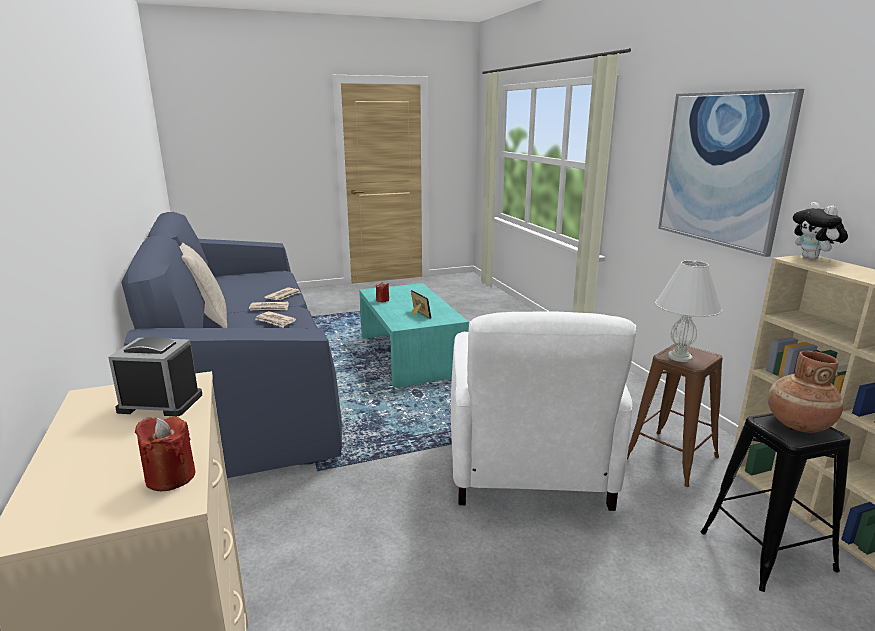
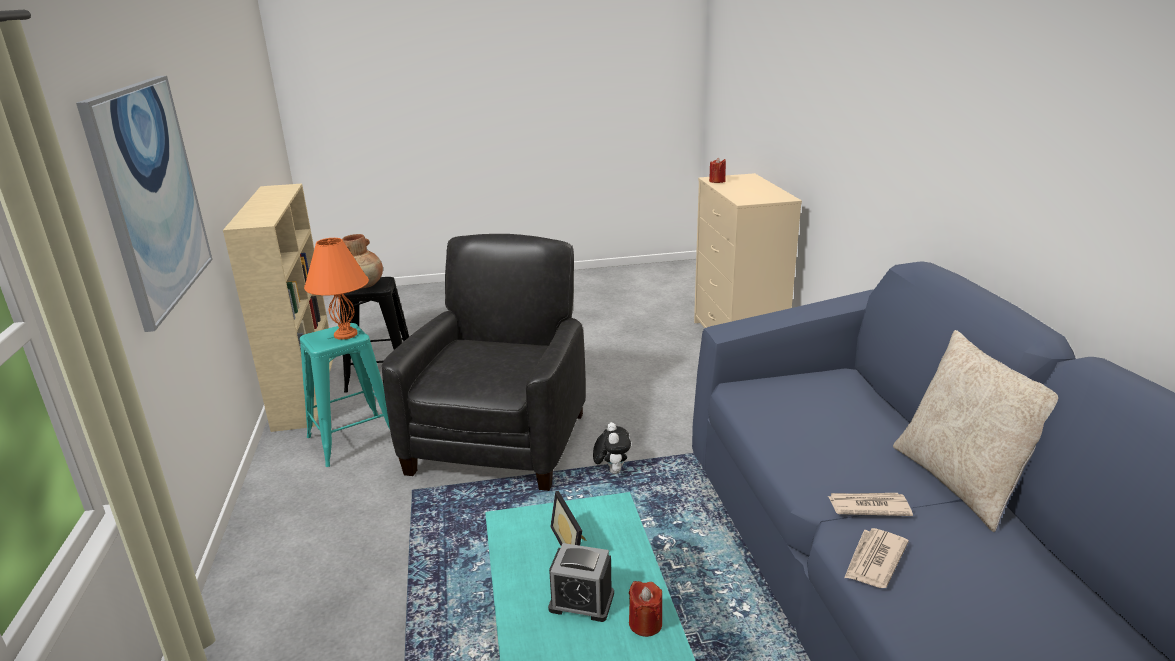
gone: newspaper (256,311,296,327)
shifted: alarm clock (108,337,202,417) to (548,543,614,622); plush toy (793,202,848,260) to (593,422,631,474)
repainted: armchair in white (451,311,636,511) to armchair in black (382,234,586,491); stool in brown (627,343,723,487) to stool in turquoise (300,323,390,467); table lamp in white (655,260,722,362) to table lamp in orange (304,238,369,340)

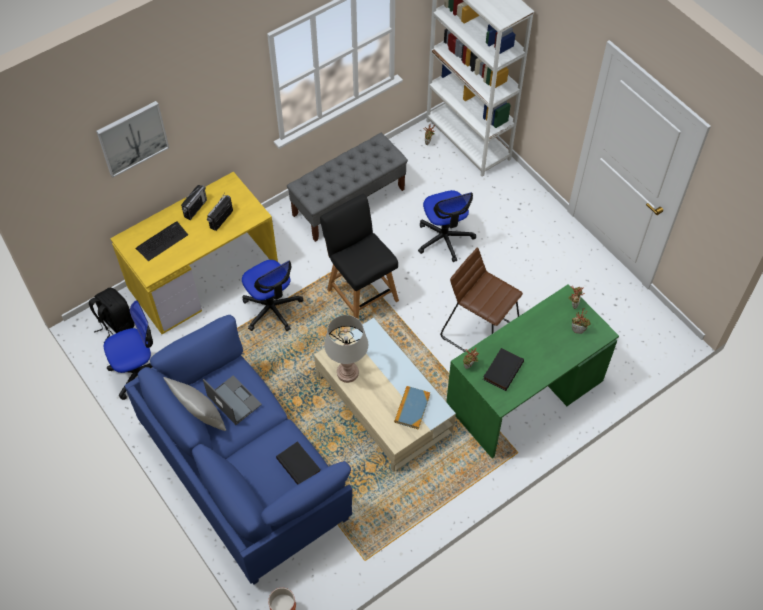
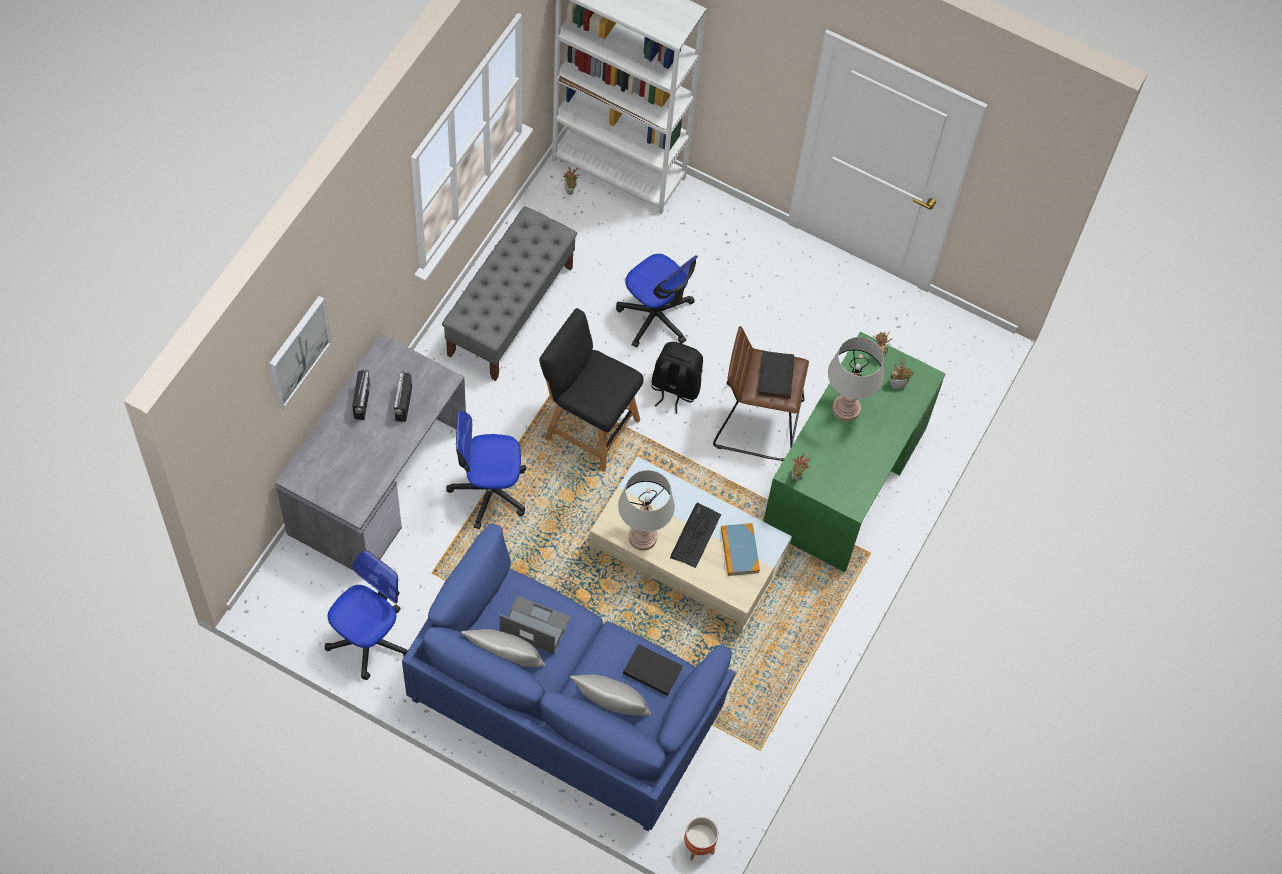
new: pillow in grey (570,675,651,716); table lamp in grey (828,337,884,422)
shifted: backpack in black (89,288,135,342) to (651,342,703,414); keyboard (135,222,188,261) to (670,502,721,568); book in black (483,348,524,391) to (759,351,794,399)
repainted: desk in yellow (110,172,278,334) to desk in grey (275,334,466,571)
rotated: office chair (242,260,304,331) = (446,411,526,529) 150 degrees clockwise

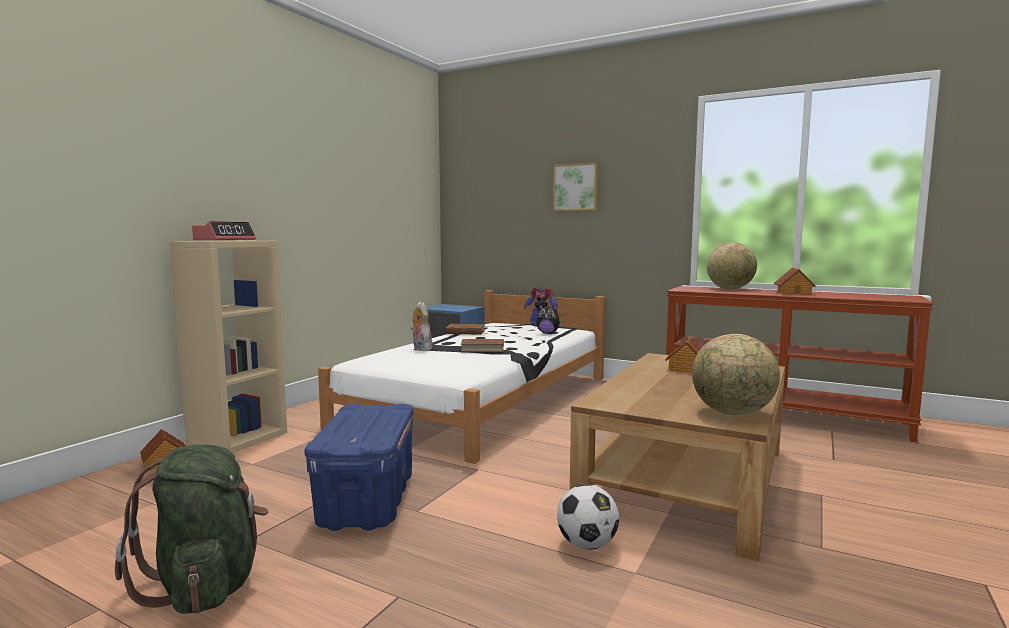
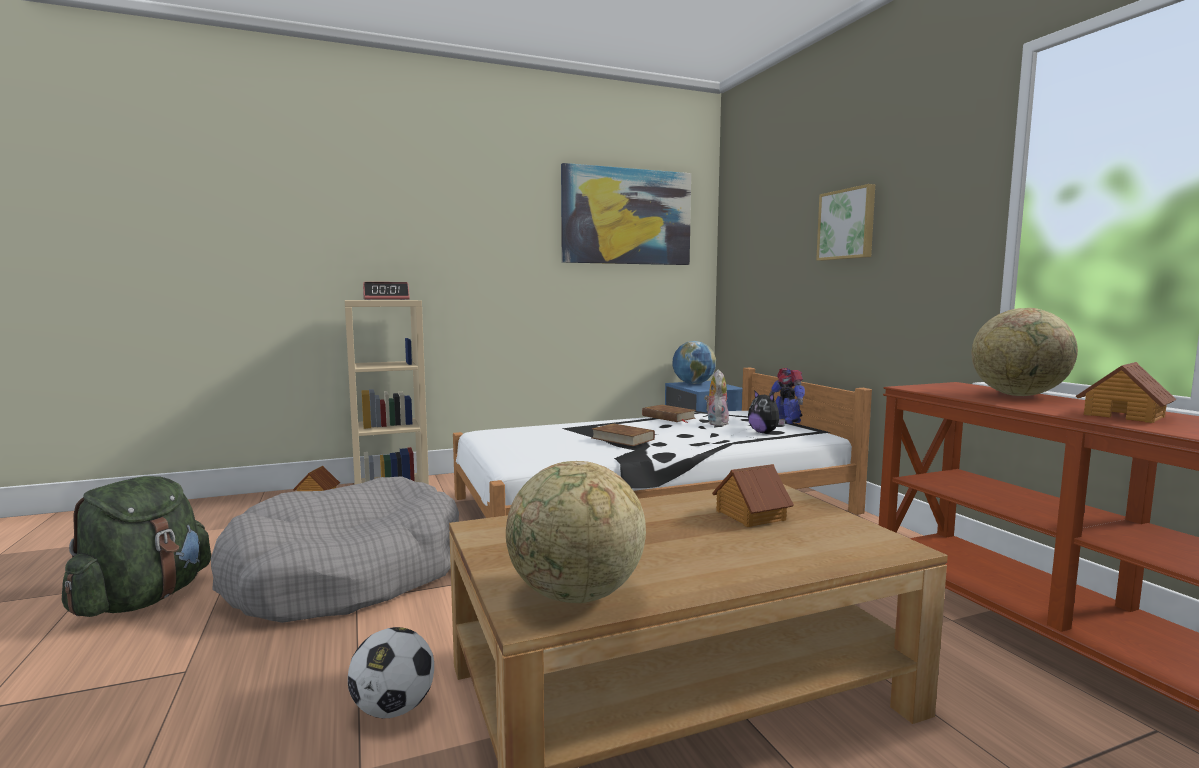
new: picture (561,163,691,265); globe (673,341,716,384)
shifted: plush toy (410,302,432,351) to (704,369,729,426)
swapped: storage box in blue (305,404,414,531) to dog bed in grey (211,476,459,623)

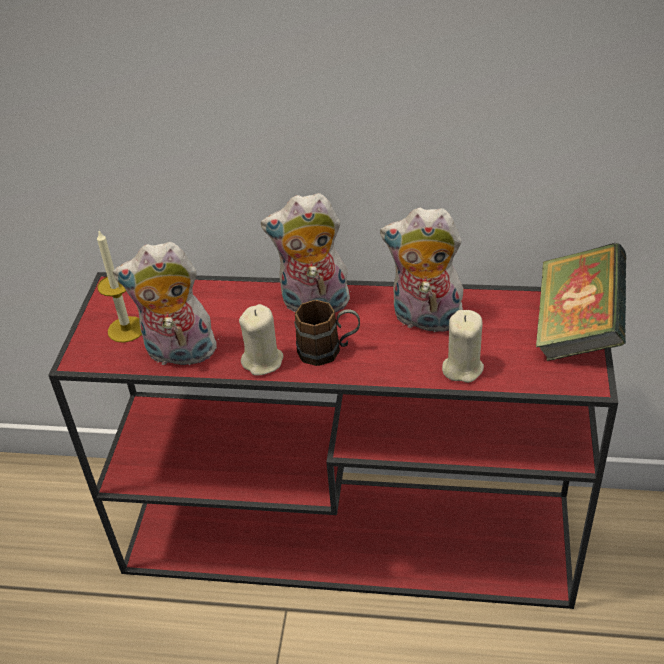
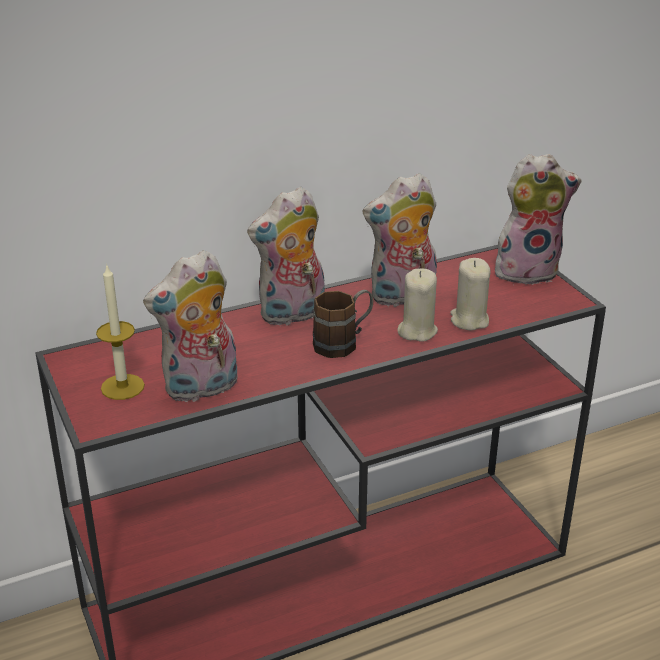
shifted: candle in beige (239,304,283,376) to (398,269,438,342)
swapped: book (536,243,626,361) to plush toy (495,154,582,285)

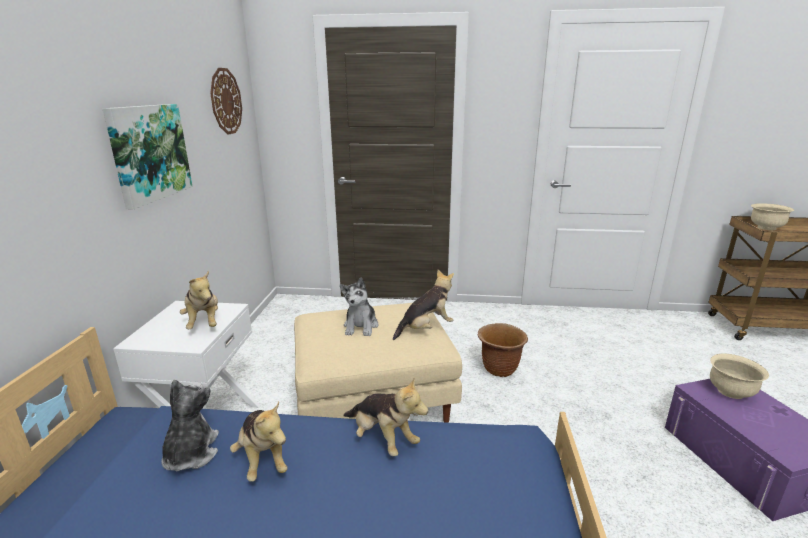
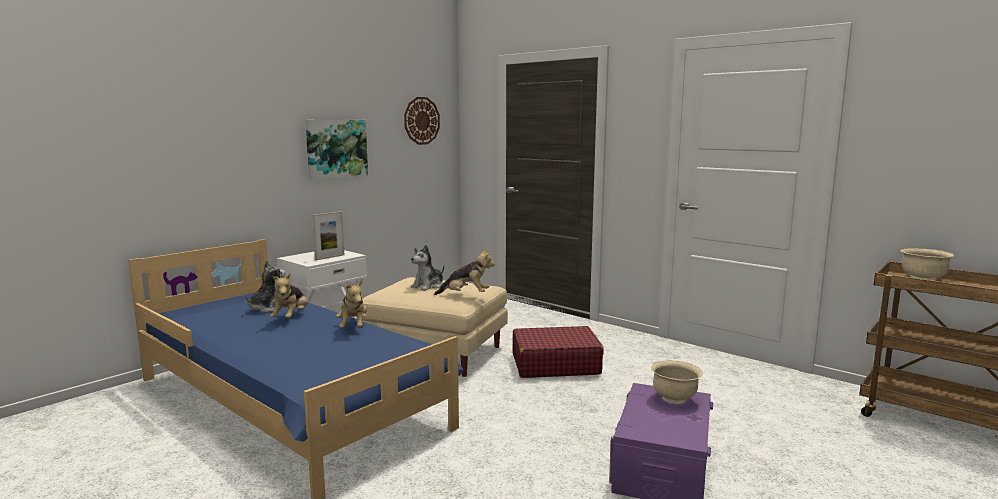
swapped: plush toy (180,271,218,329) to picture frame (312,212,344,260); planter in brown (478,323,528,377) to suitcase in red (513,326,604,378)

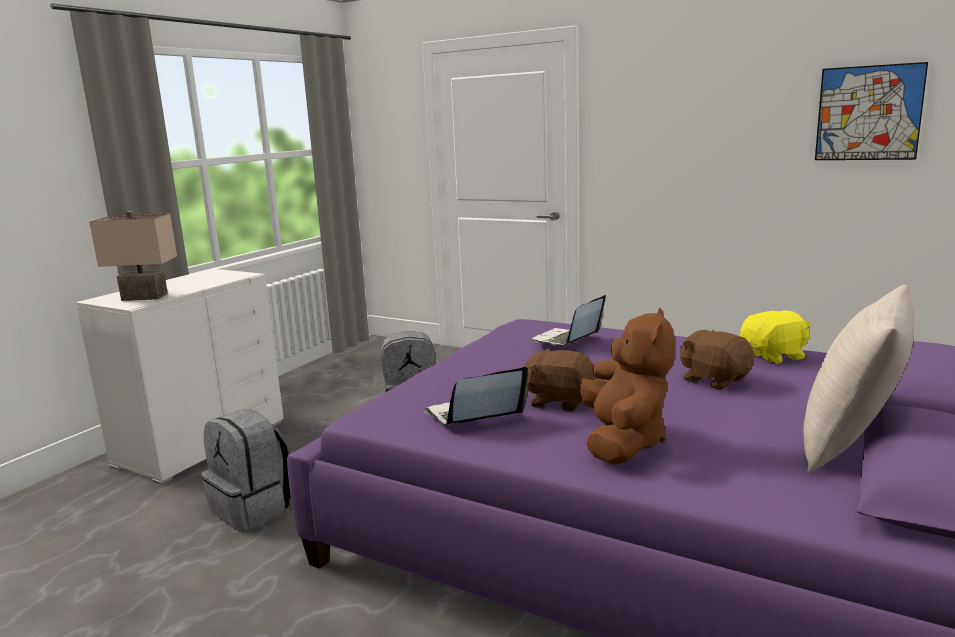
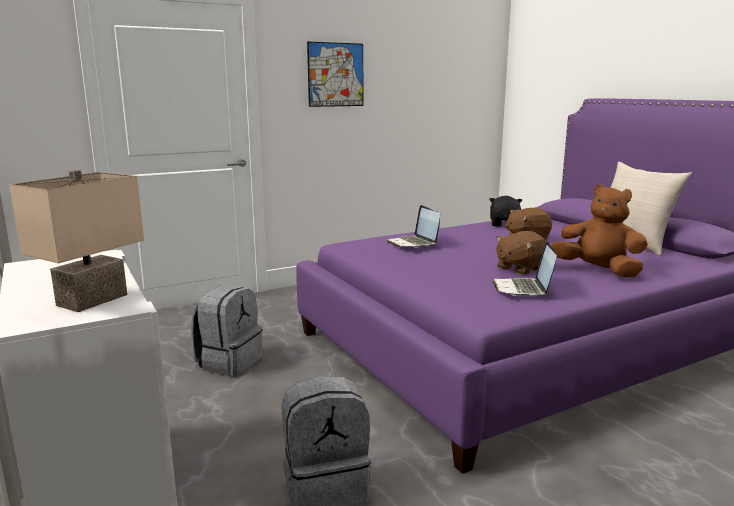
shifted: picture (815,62,928,160) to (307,42,363,107)
repainted: plush toy in yellow (740,310,812,364) to plush toy in black (489,196,522,226)

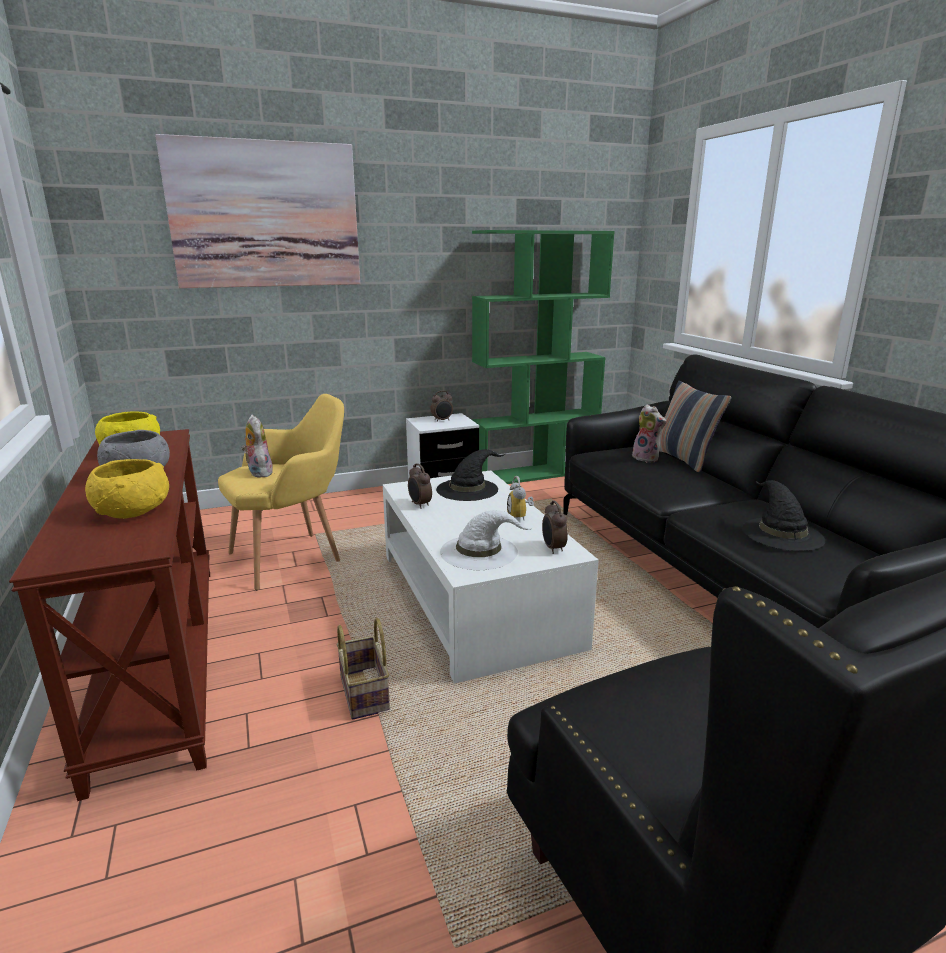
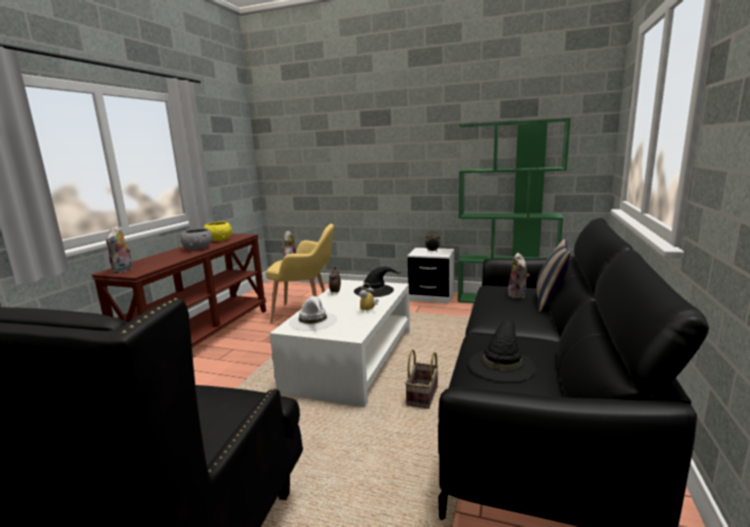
gone: bowl in yellow (85,459,169,519); picture (155,134,360,288); alarm clock (542,501,568,554)
new: plush toy (106,226,133,273)
shifted: basket (337,618,390,719) to (405,349,438,409)

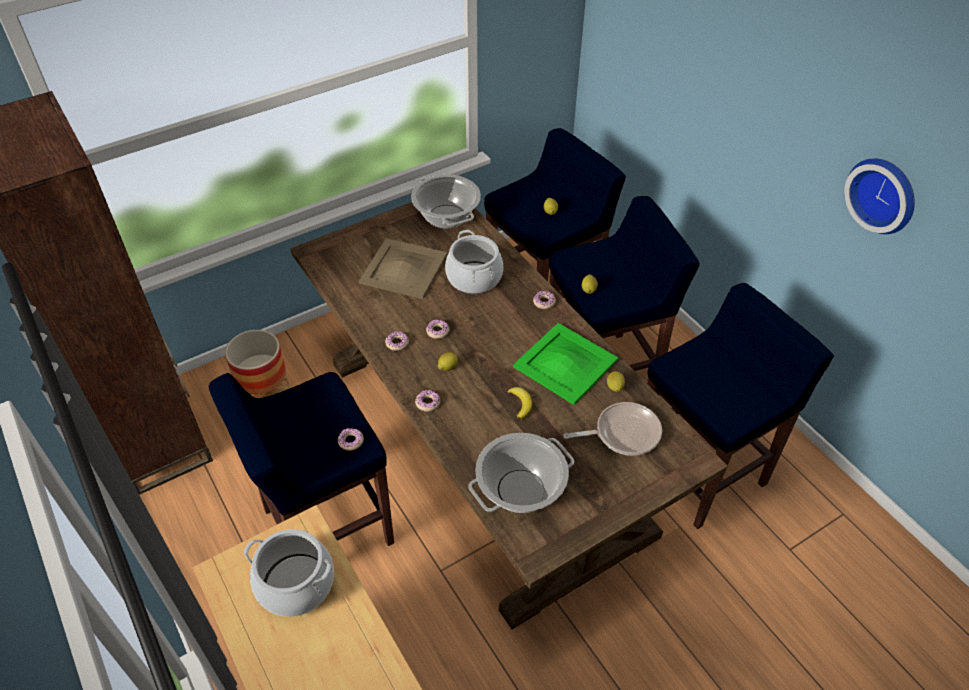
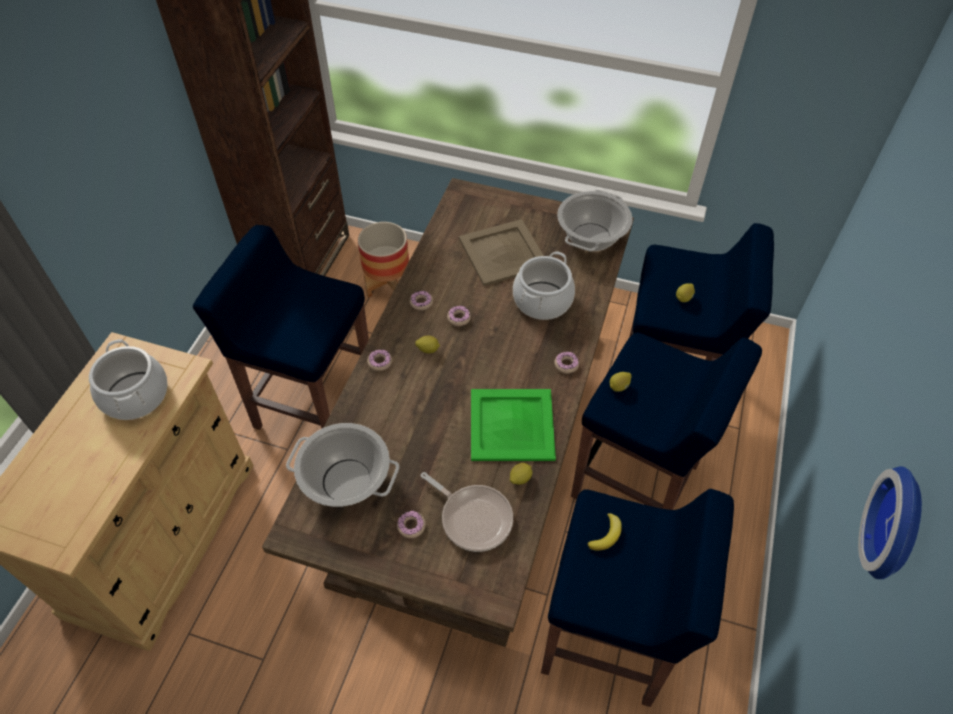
shifted: donut (338,428,364,451) to (397,511,426,538); banana (507,387,532,419) to (587,513,622,550)

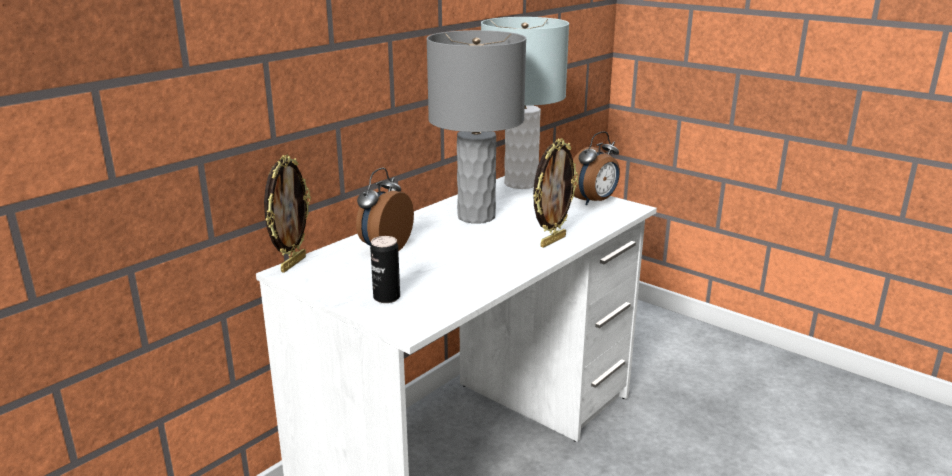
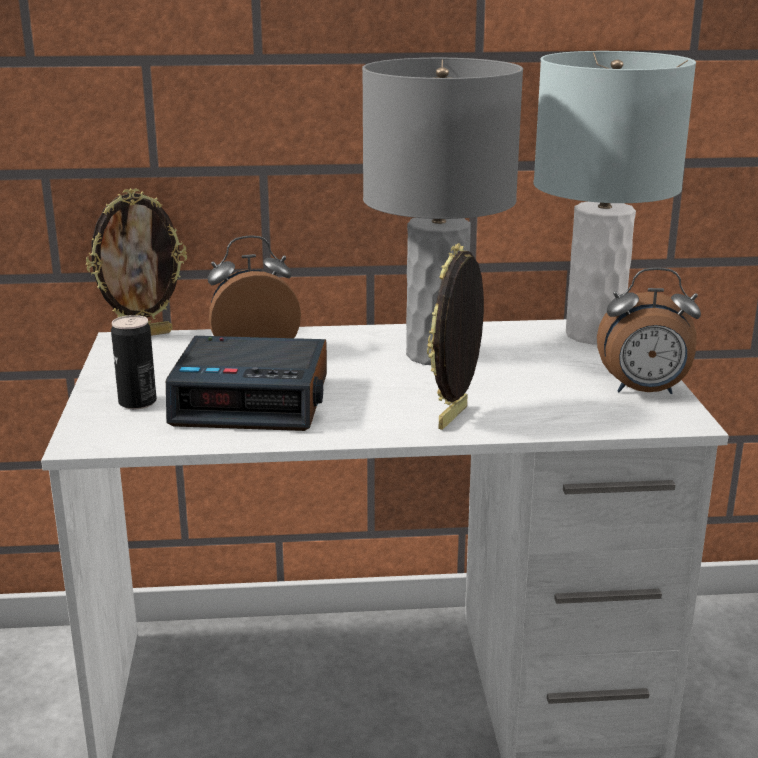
new: alarm clock (166,336,327,431)
rotated: picture frame (533,138,578,248) = (427,243,484,430) 120 degrees clockwise

